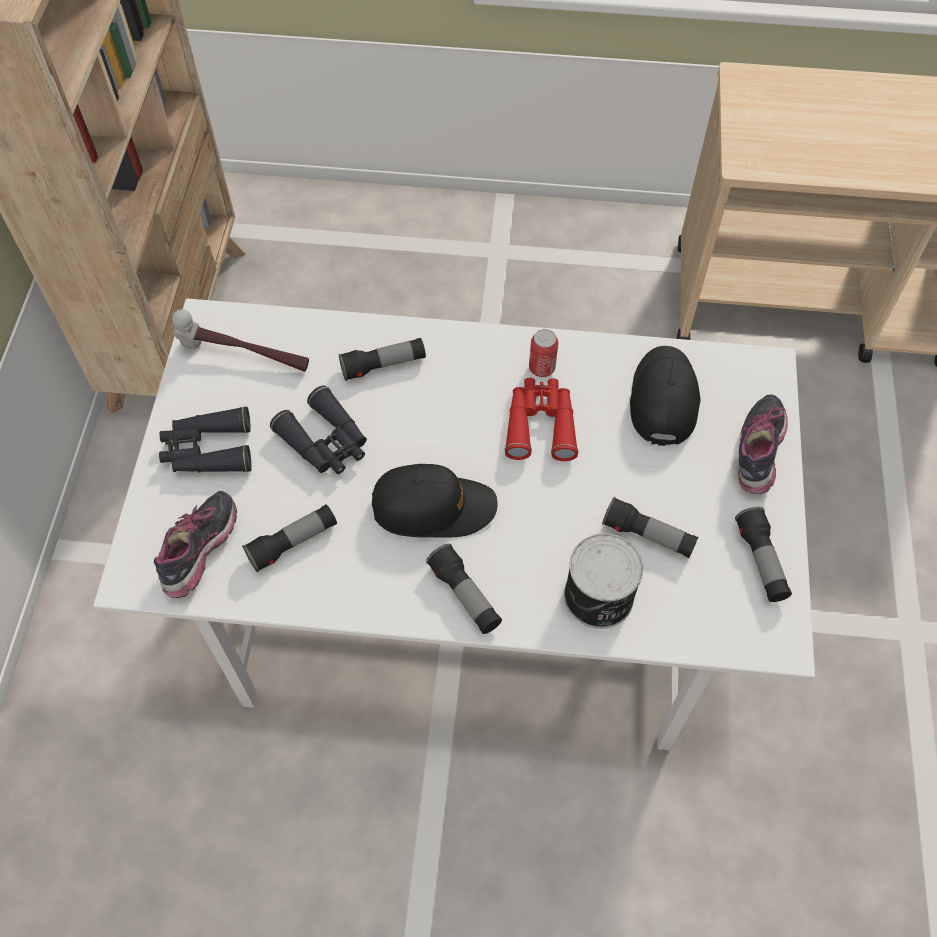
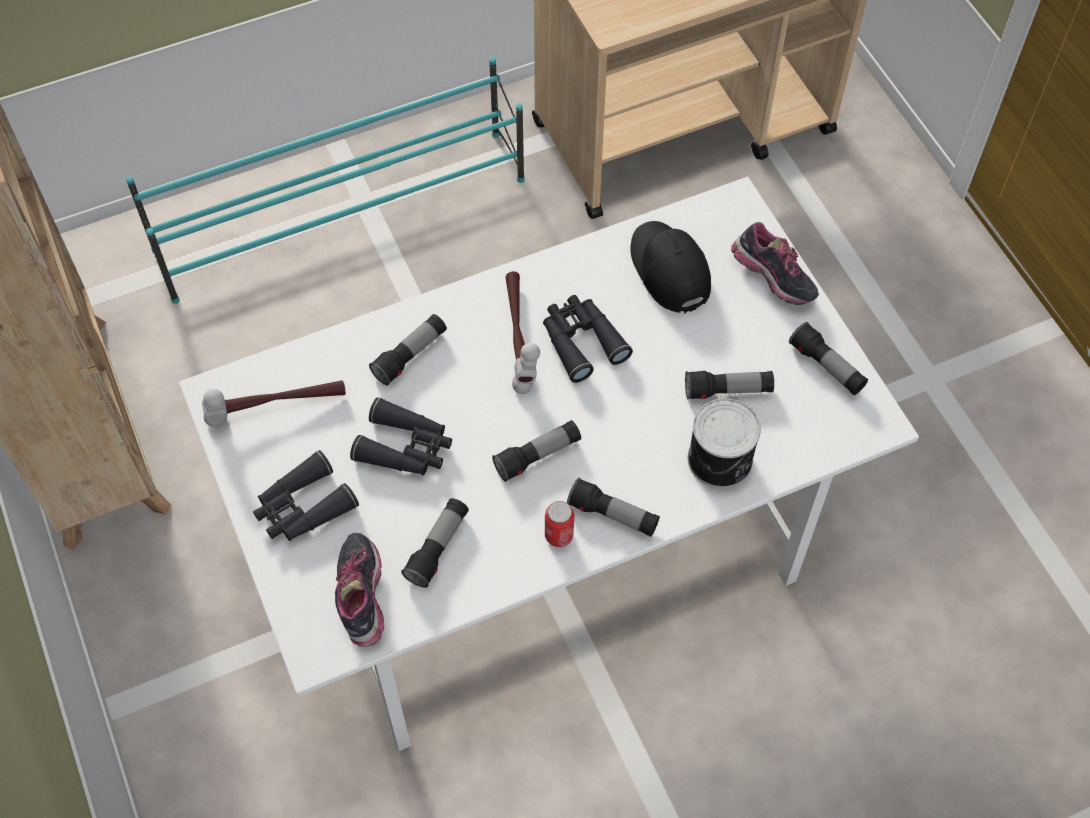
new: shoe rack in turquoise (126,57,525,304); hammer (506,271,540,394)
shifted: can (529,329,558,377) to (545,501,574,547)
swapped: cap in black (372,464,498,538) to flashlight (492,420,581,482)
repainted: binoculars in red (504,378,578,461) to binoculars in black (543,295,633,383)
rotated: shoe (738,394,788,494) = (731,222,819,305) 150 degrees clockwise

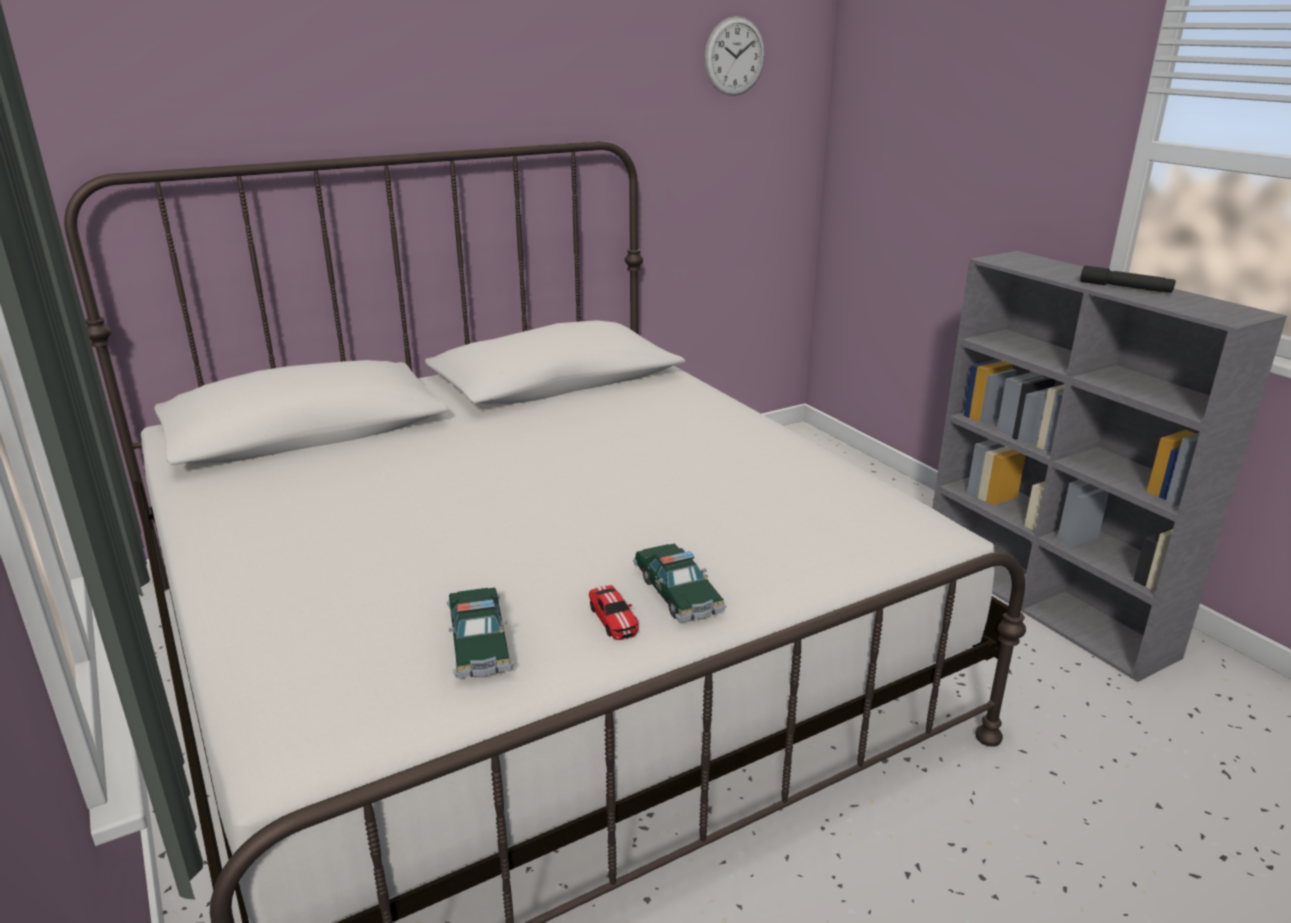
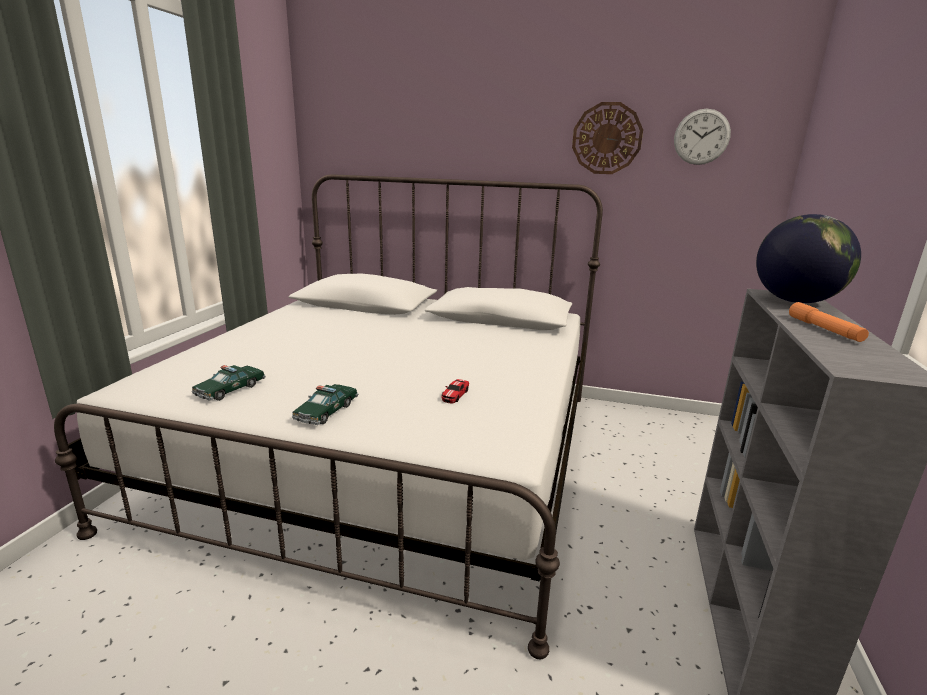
new: wall clock (572,102,643,174); globe (756,214,861,303)
shifted: toy car (589,585,639,640) to (441,379,469,403)
repainted: flashlight in black (1080,265,1176,293) to flashlight in orange (789,302,869,342)

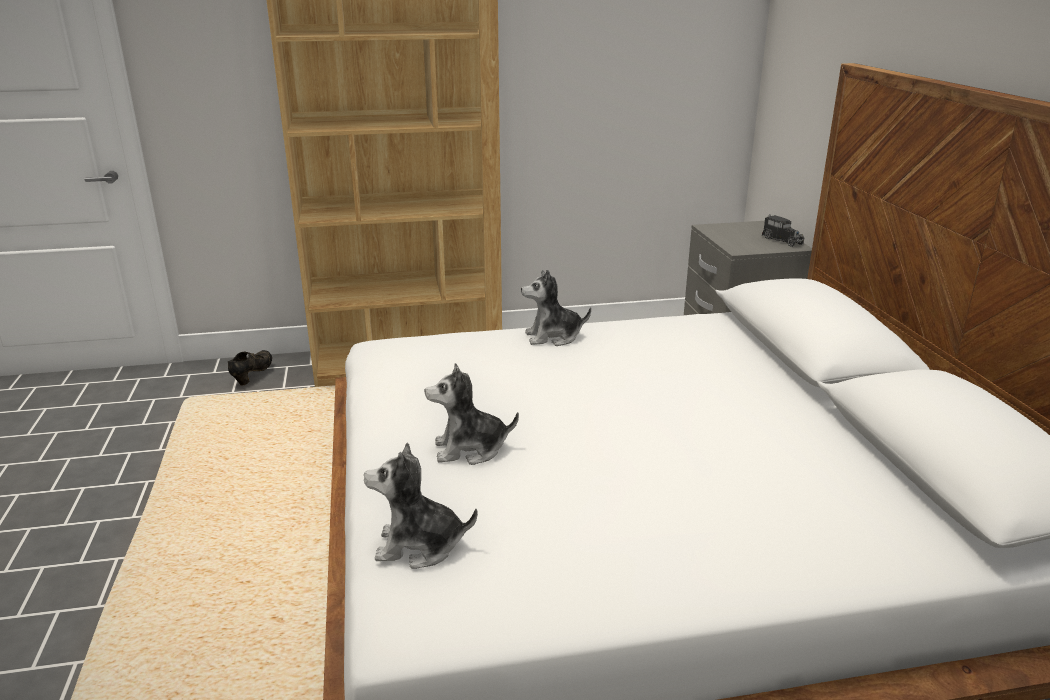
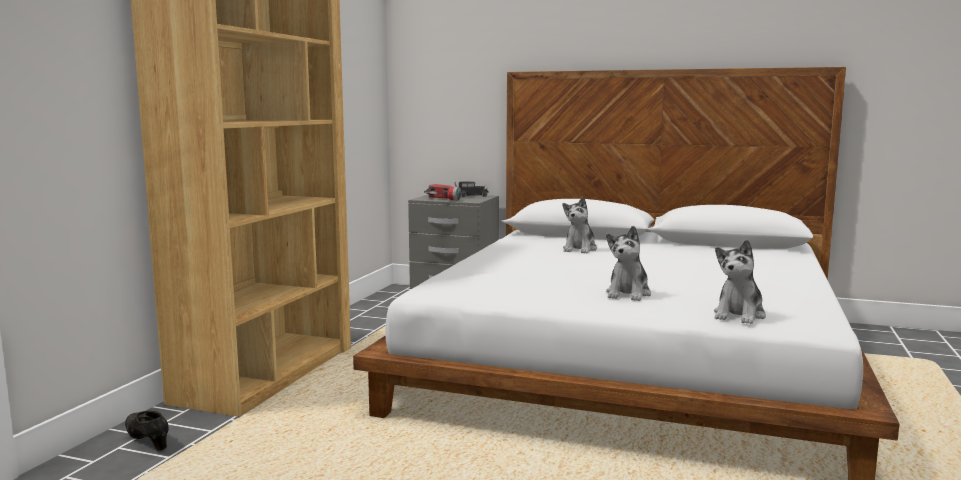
new: flashlight (424,184,461,201)
shifted: plush toy (521,270,591,346) to (563,197,597,253)

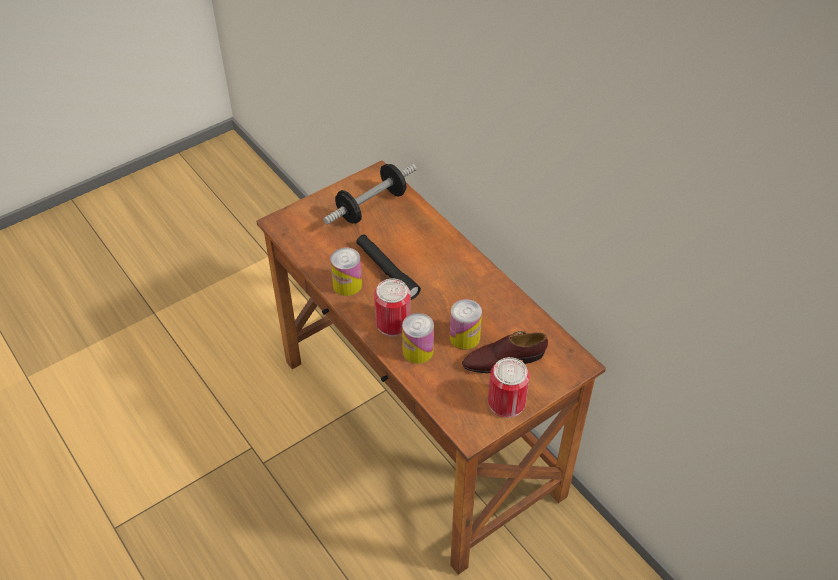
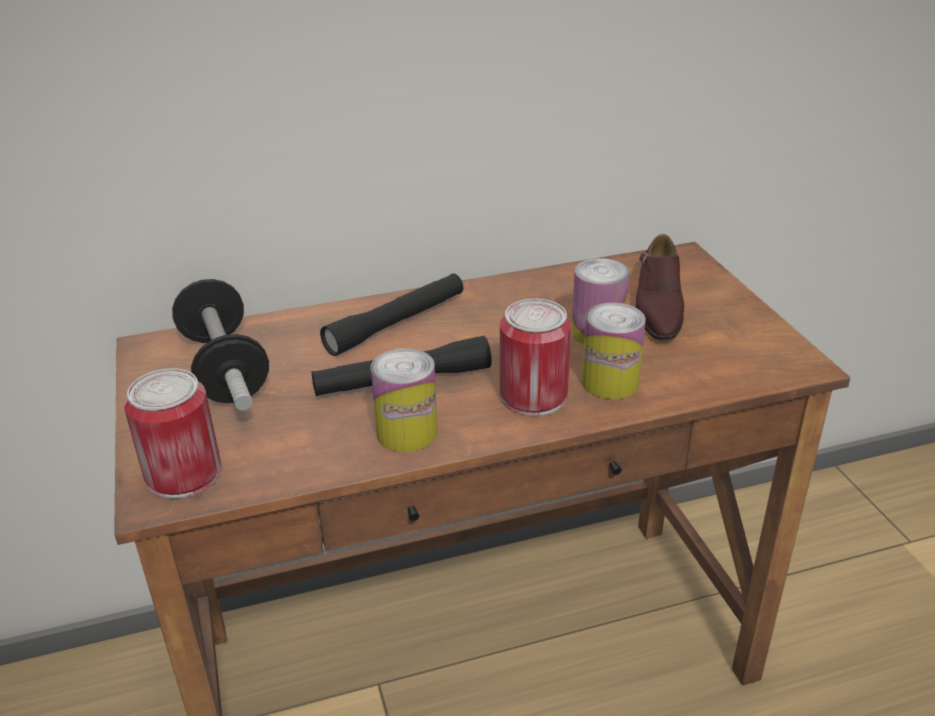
new: flashlight in black (320,273,463,356)
shifted: can (488,357,530,418) to (124,368,221,499)

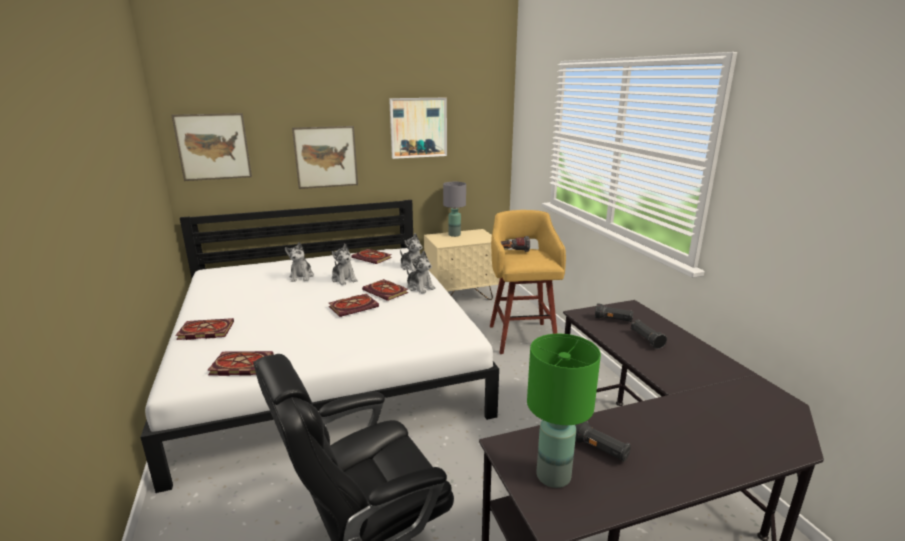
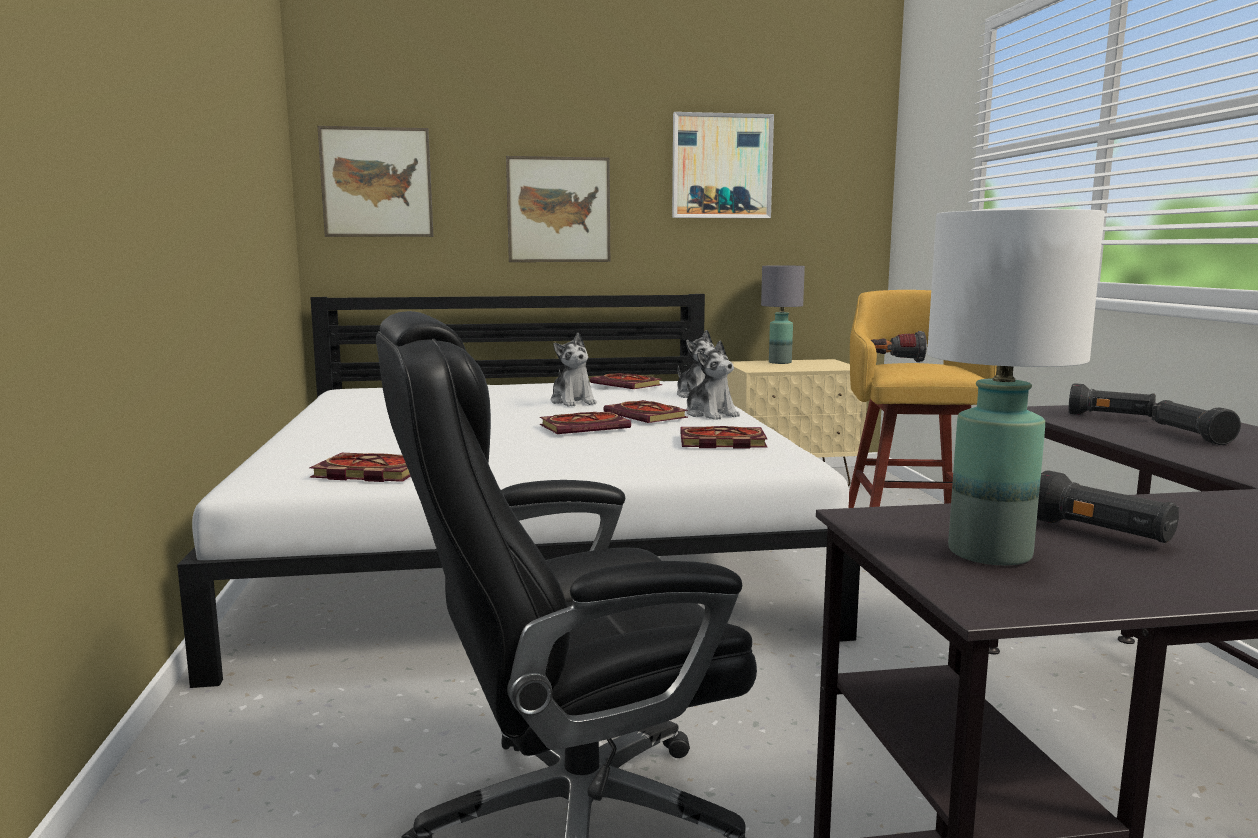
gone: plush toy (285,242,314,282)
shifted: book (175,318,234,340) to (681,426,767,449)
repainted: table lamp in green (527,334,601,488) to table lamp in white (927,209,1105,566)

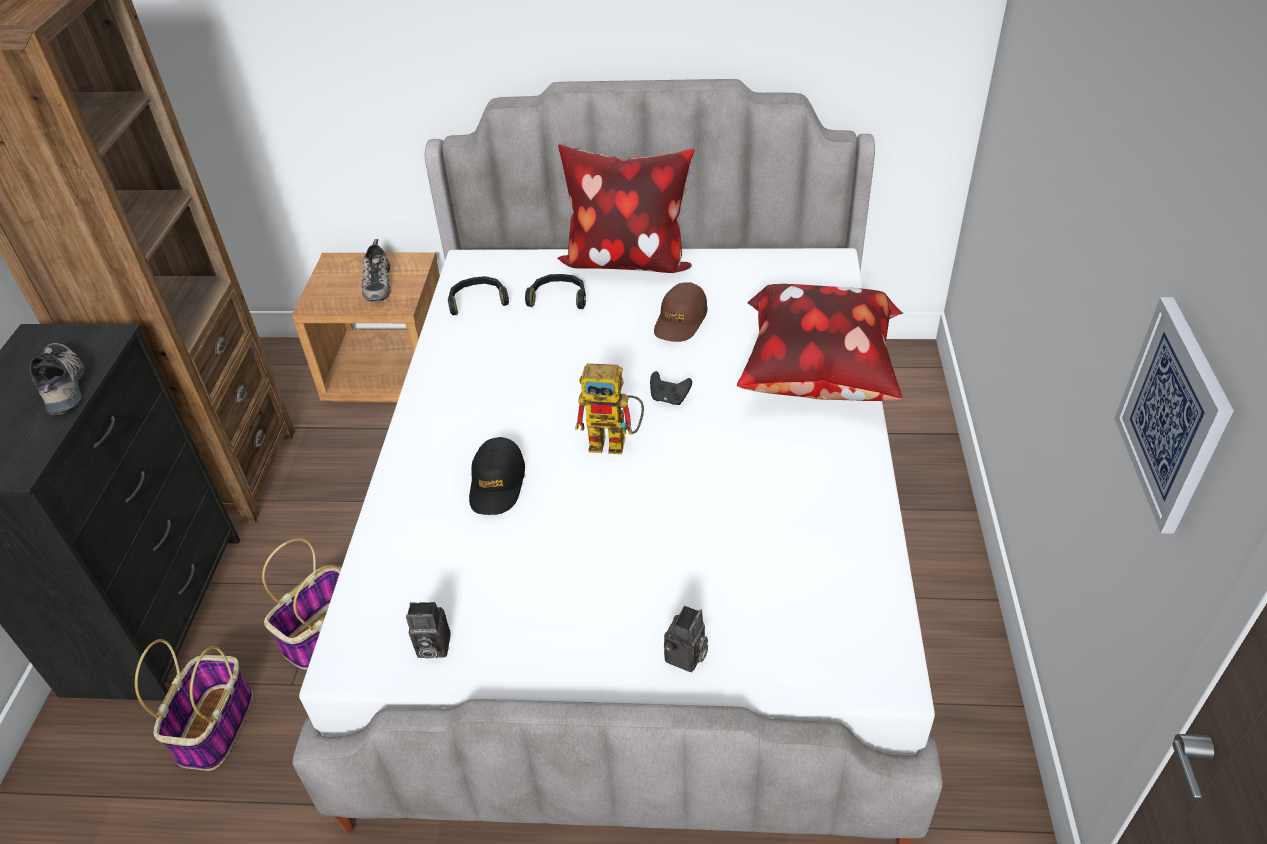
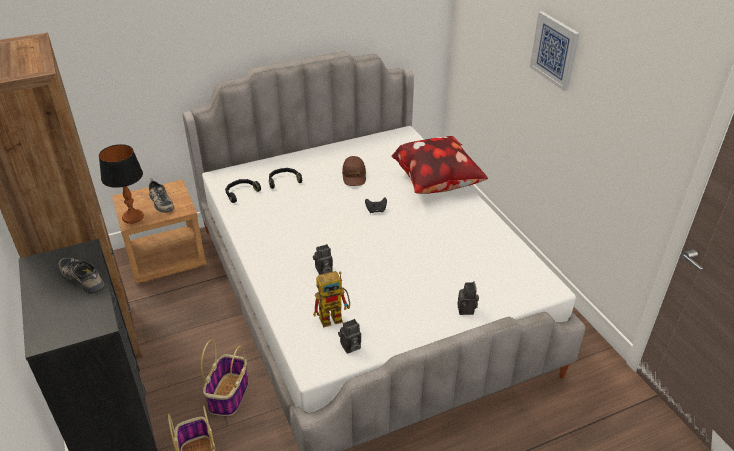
gone: pillow (557,144,695,273)
new: table lamp (99,144,144,224)
shifted: toy robot (575,363,644,454) to (313,271,350,328); picture (1114,297,1234,534) to (530,11,580,91)
swapped: cap in black (469,437,525,515) to photo camera (313,244,333,275)

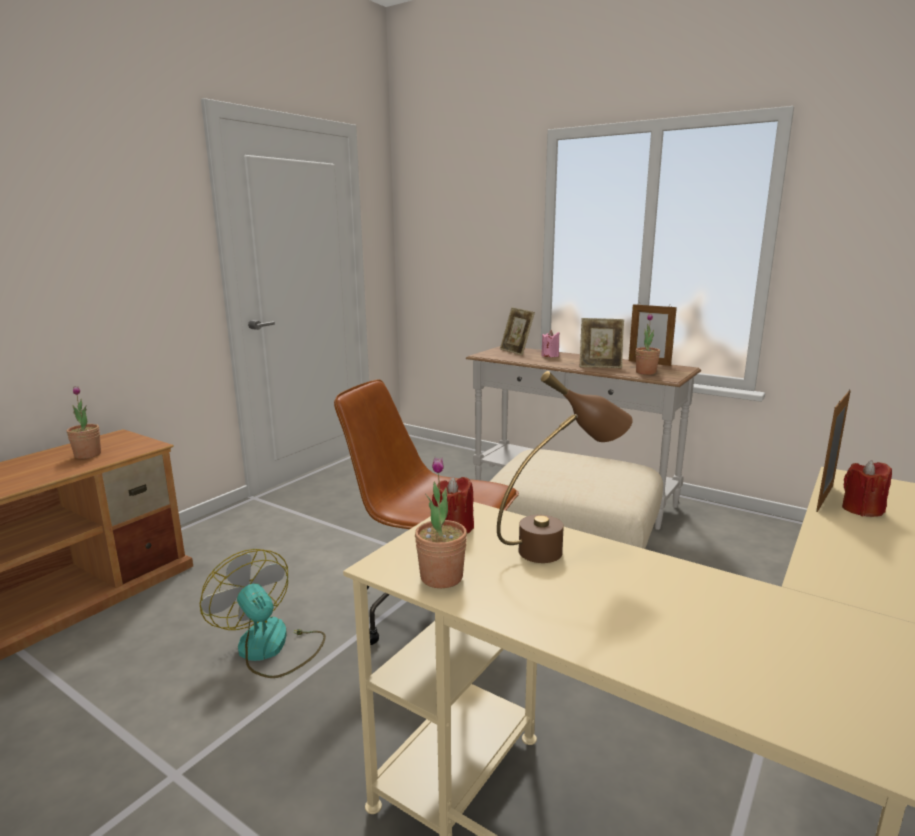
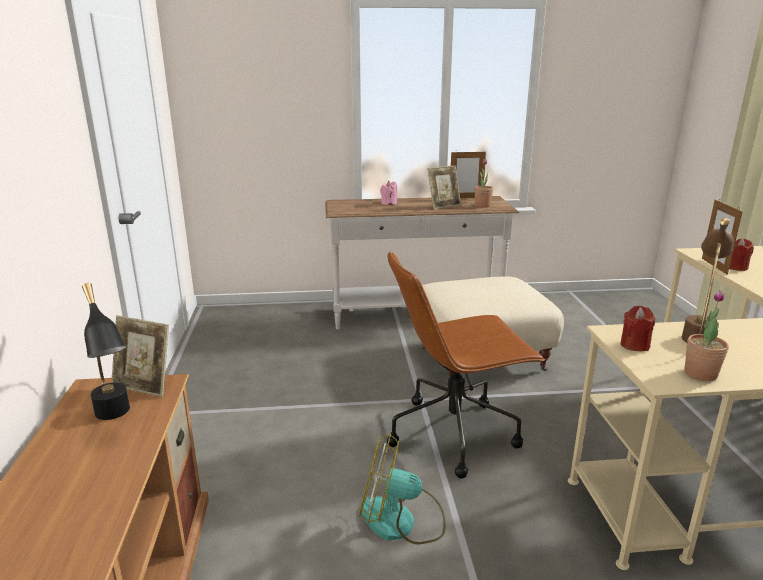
shifted: picture frame (500,307,535,356) to (111,315,169,397)
swapped: potted plant (67,386,101,459) to table lamp in black (82,283,130,420)

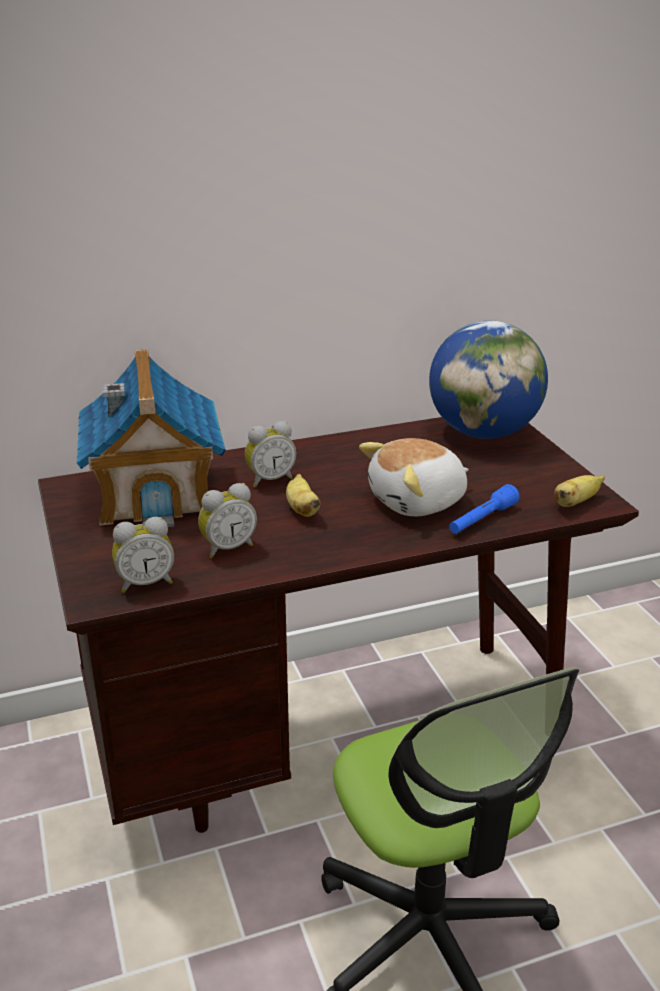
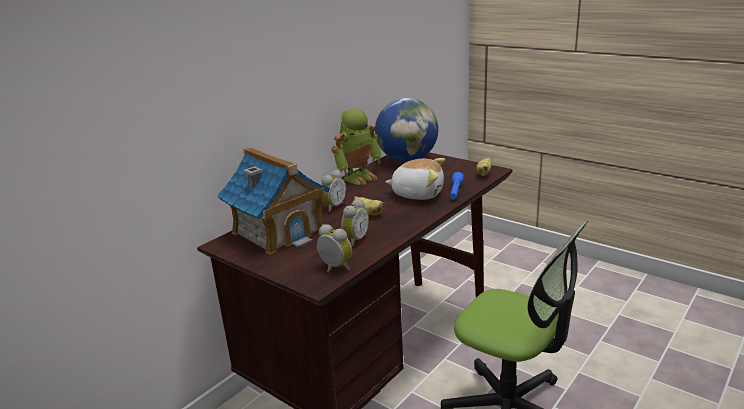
new: toy robot (331,108,381,185)
rotated: alarm clock (112,517,174,593) = (317,224,352,272) 90 degrees counterclockwise; plush toy (359,438,469,516) = (385,158,445,200) 105 degrees counterclockwise

